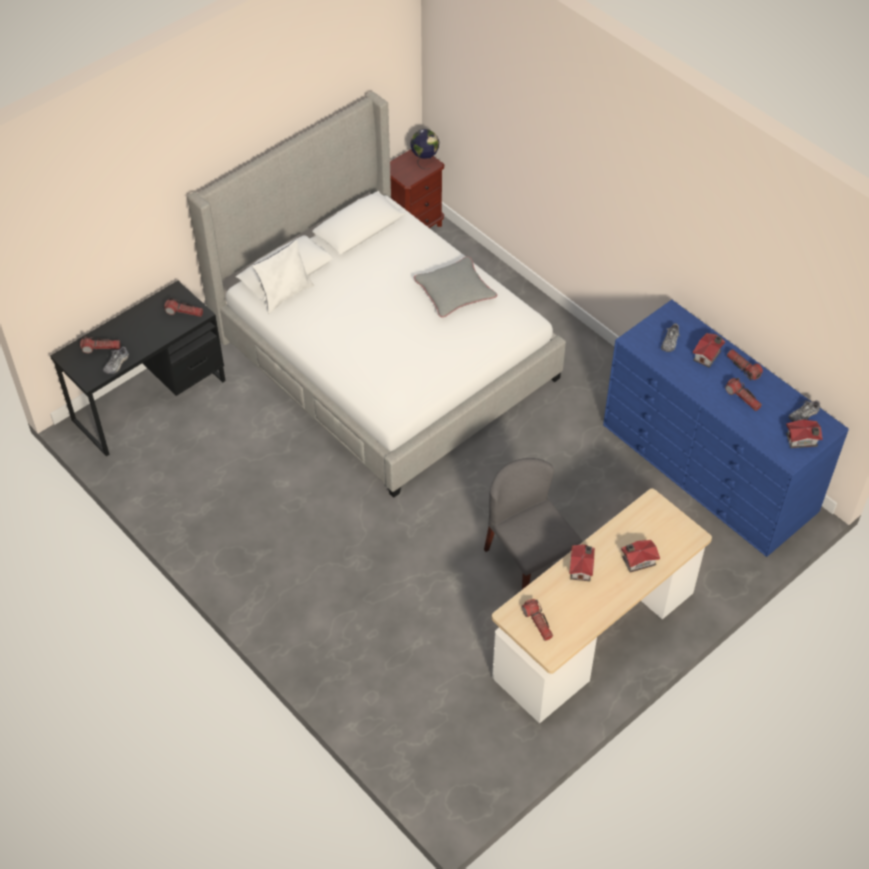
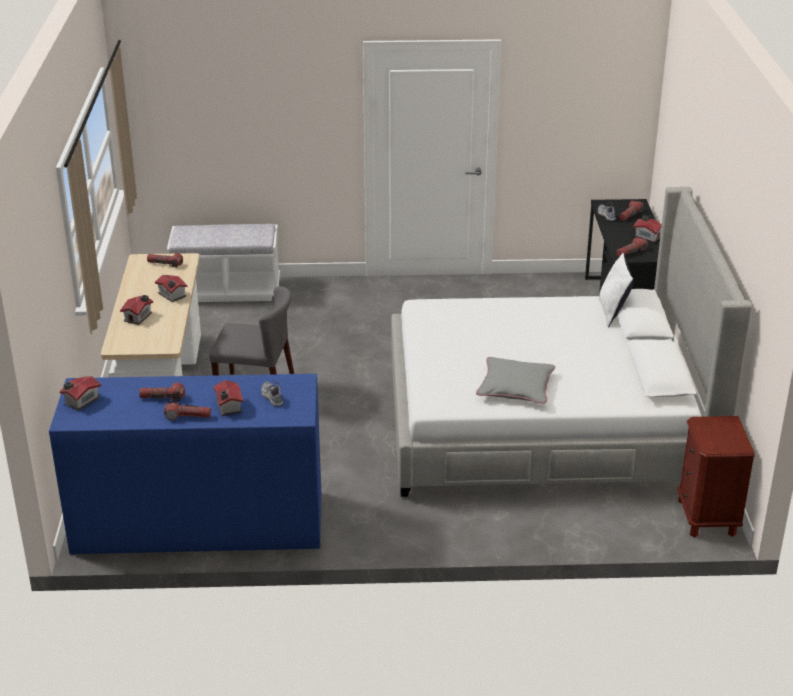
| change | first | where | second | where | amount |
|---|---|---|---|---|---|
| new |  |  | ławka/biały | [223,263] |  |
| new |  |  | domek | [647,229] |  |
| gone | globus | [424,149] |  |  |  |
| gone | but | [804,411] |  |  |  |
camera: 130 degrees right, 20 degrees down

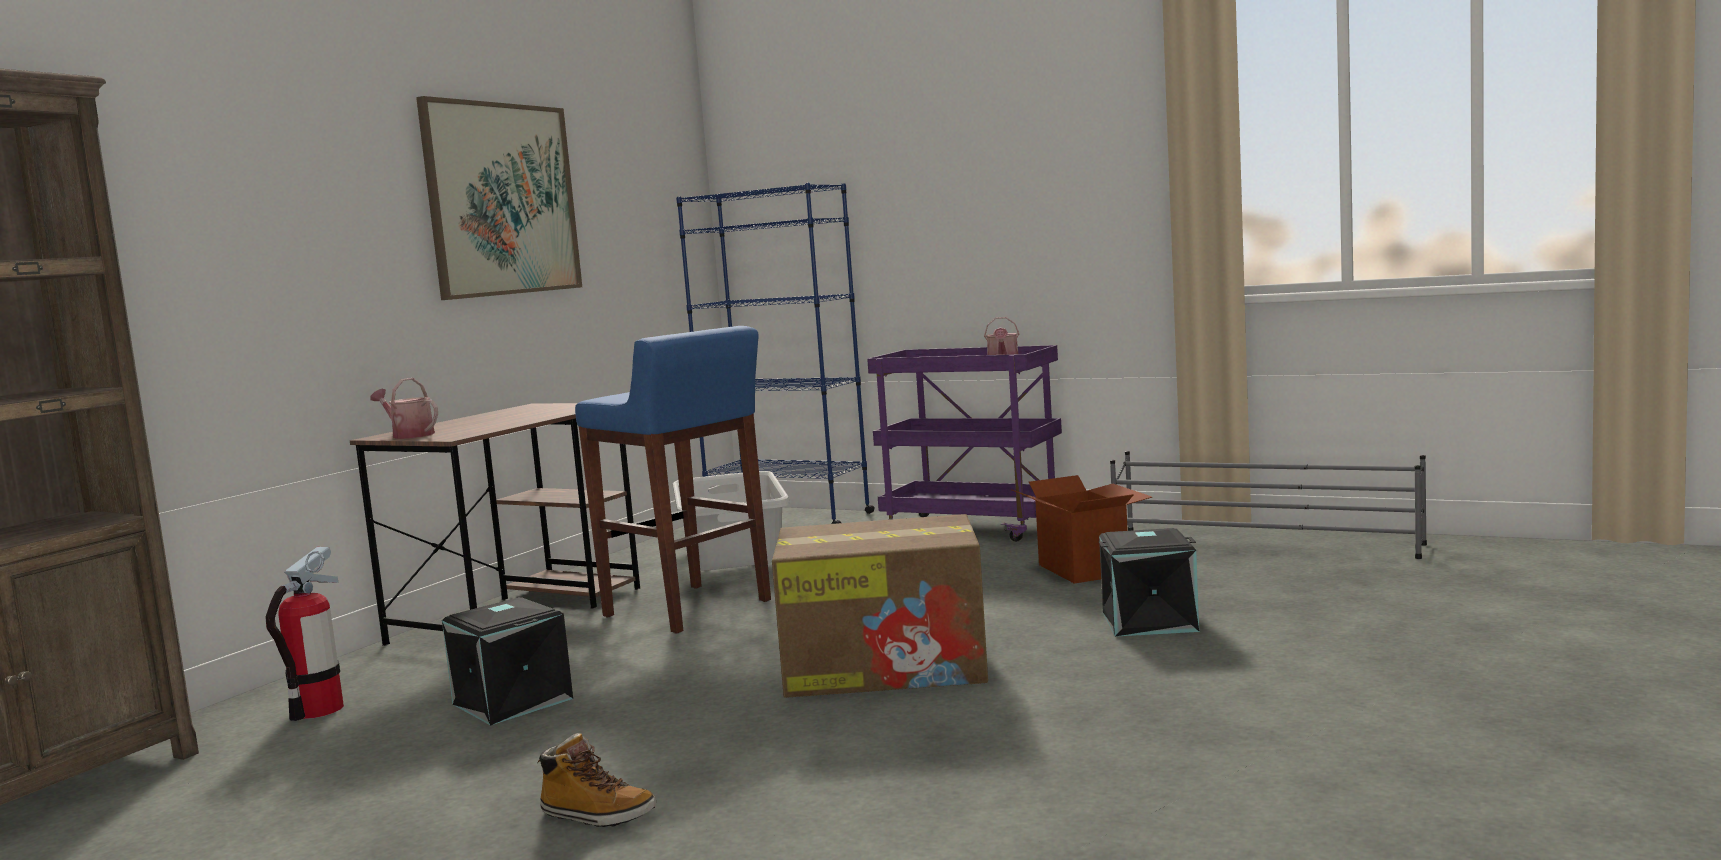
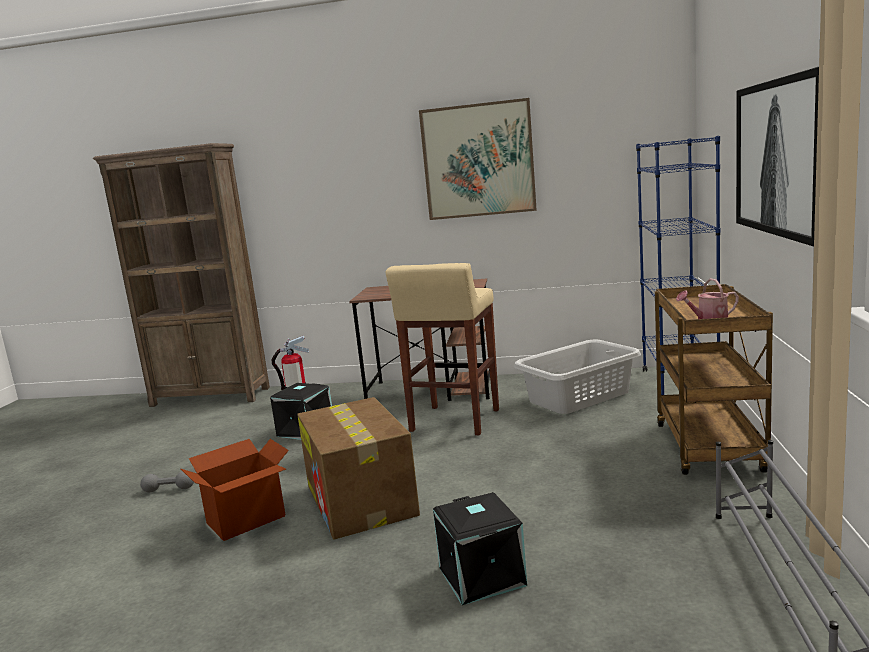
| change | first | where | second | where | amount |
|---|---|---|---|---|---|
| swapped | but z cholewką | [596,780] | hantel/szary | [167,481] |  |
| shifted | karton | [1081,529] |  | [234,490] |  |
| repainted | stołek/niebieski | [673,480] | stołek/beżowy | [442,349] |  |
| repainted | wózek/fioletowy | [964,443] | wózek/brązowy | [714,379] |  |
| new |  |  | obraz | [777,157] |  |
| gone | konewka | [404,408] |  |  |  |
camera: 70 degrees right, 5 degrees up

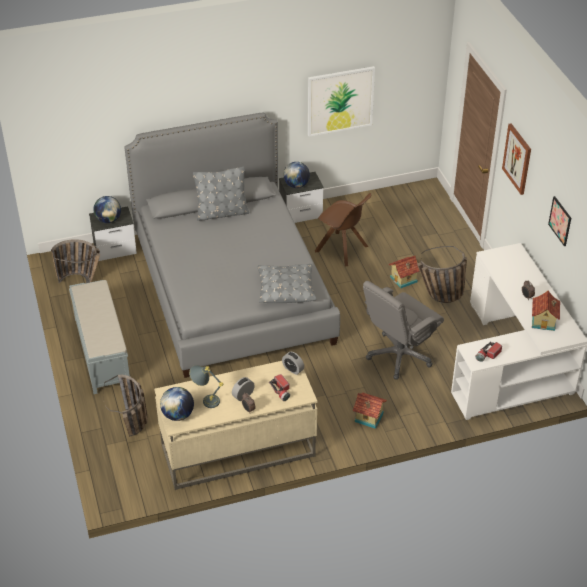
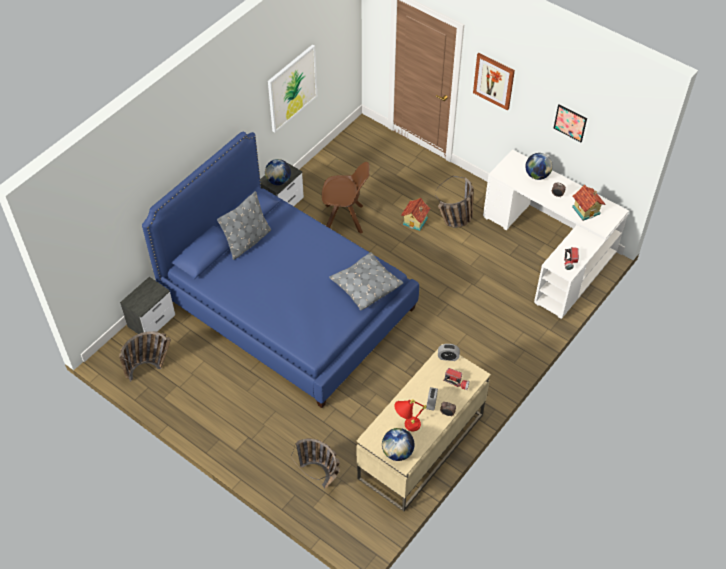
| change | first | where | second | where | amount |
|---|---|---|---|---|---|
| repainted | łóżko/szary | [232,245] | łóżko/niebieski | [280,270] |  |
| repainted | lampa stołowa/szary | [206,386] | lampa stołowa/czerwony | [410,415] |  |
| shifted | globus | [107,209] |  | [539,166] |  |
| gone | ławka/szary | [99,337] |  |  |  |
| gone | domek | [370,410] |  |  |  |
| gone | krzesło biurowe/szary | [403,330] |  |  |  |
camera: 35 degrees left, 10 degrees up

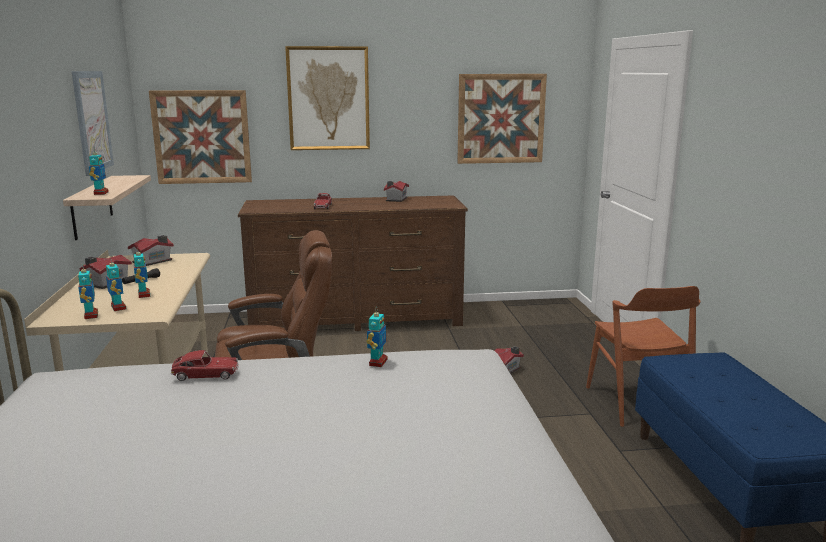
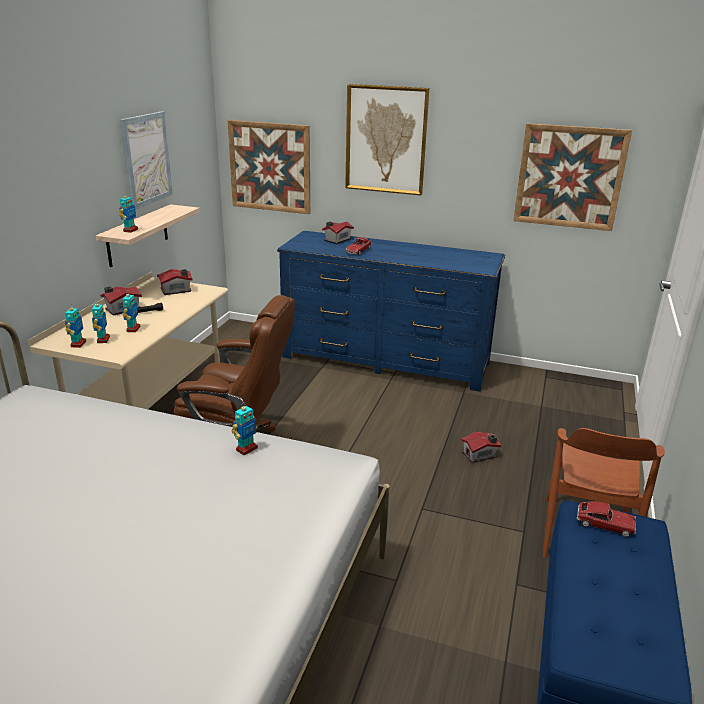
| change | first | where | second | where | amount |
|---|---|---|---|---|---|
| repainted | komoda/brązowy | [353,263] | komoda/niebieski | [391,311] |  |
| shifted | domek | [396,191] |  | [338,232] |  |
| shifted | samochodzik | [205,365] |  | [606,519] |  |
camera: 25 degrees right, 10 degrees up

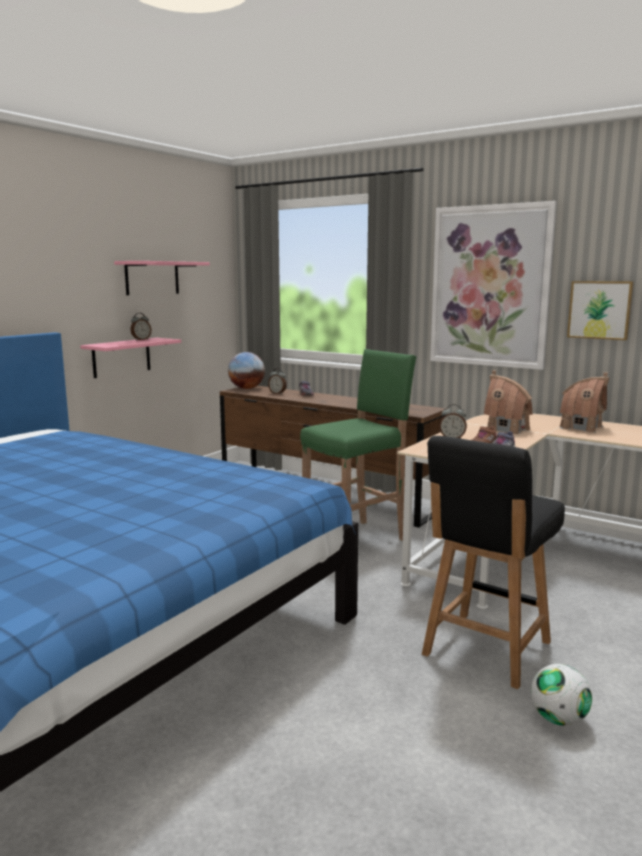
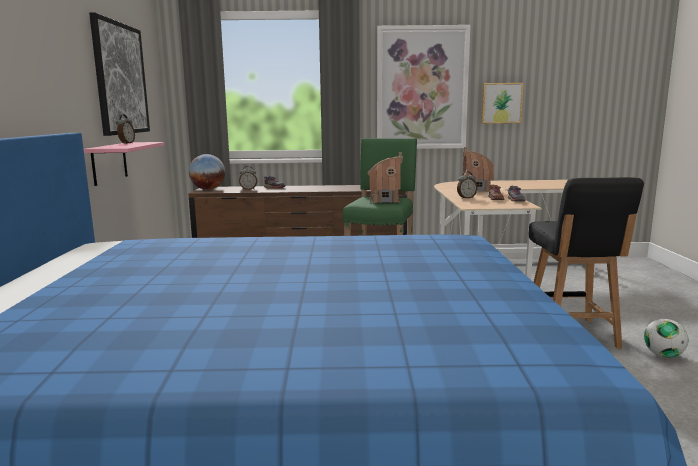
| change | first | where | second | where | amount |
|---|---|---|---|---|---|
| swapped | półka/różowy | [162,278] | obraz | [119,74] |  |
| shifted | domek | [585,402] |  | [385,177] |  |
camera: 35 degrees left, 0 degrees up

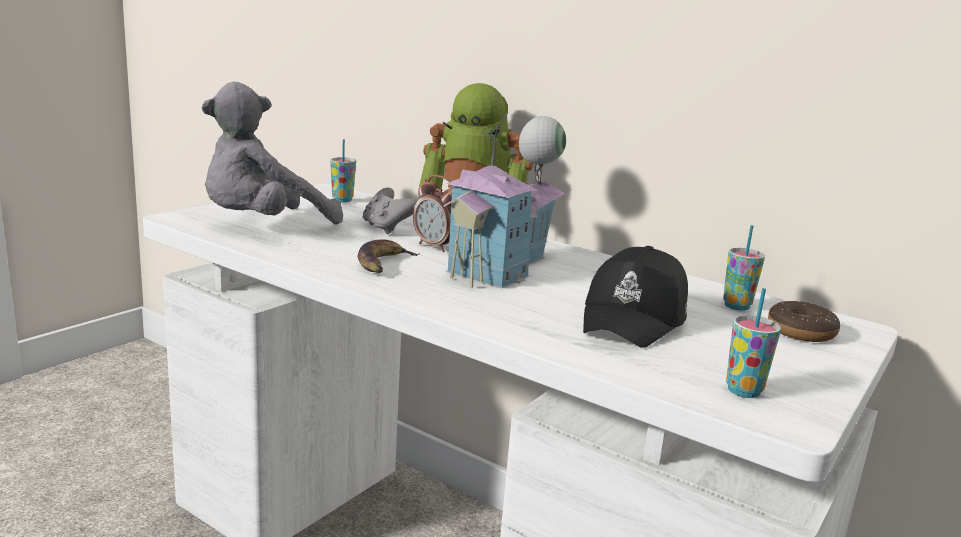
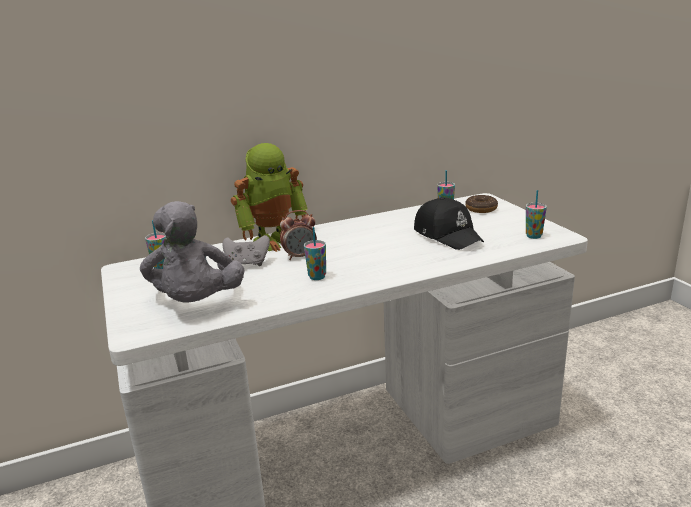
| change | first | where | second | where | amount |
|---|---|---|---|---|---|
| swapped | banan | [389,256] | filiżanka | [315,253] |  |
| gone | domek | [504,200] |  |  |  |
camera: 55 degrees left, 5 degrees up

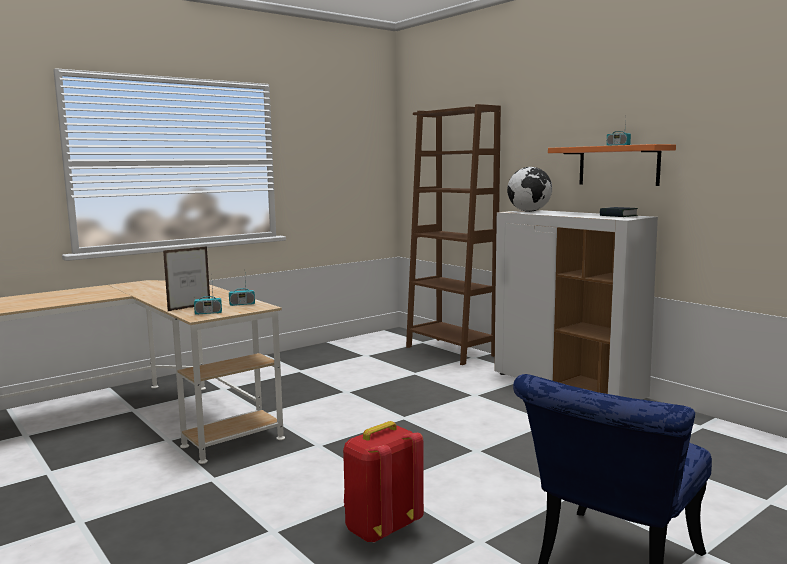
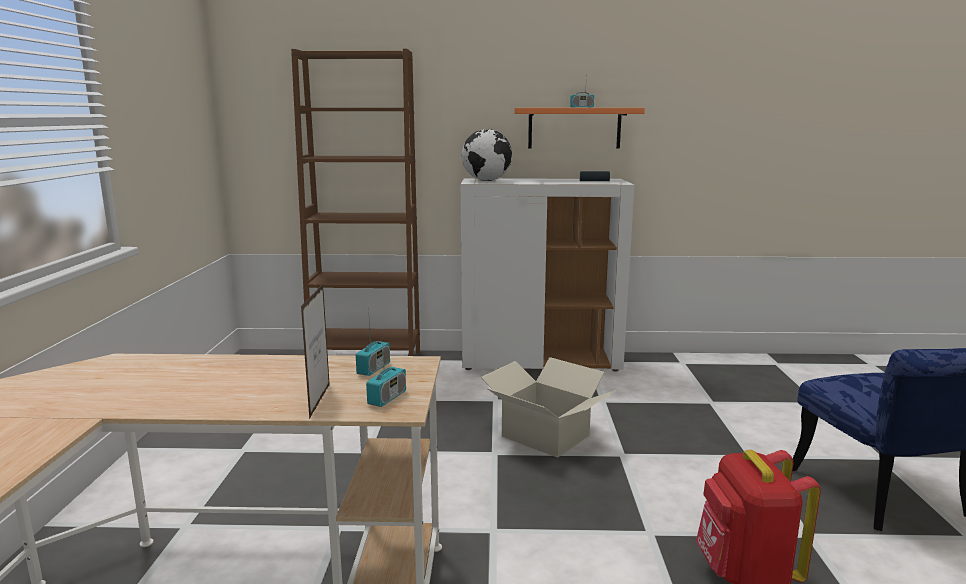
| change | first | where | second | where | amount |
|---|---|---|---|---|---|
| new |  |  | karton | [549,407] |  |
camera: 50 degrees left, 5 degrees up

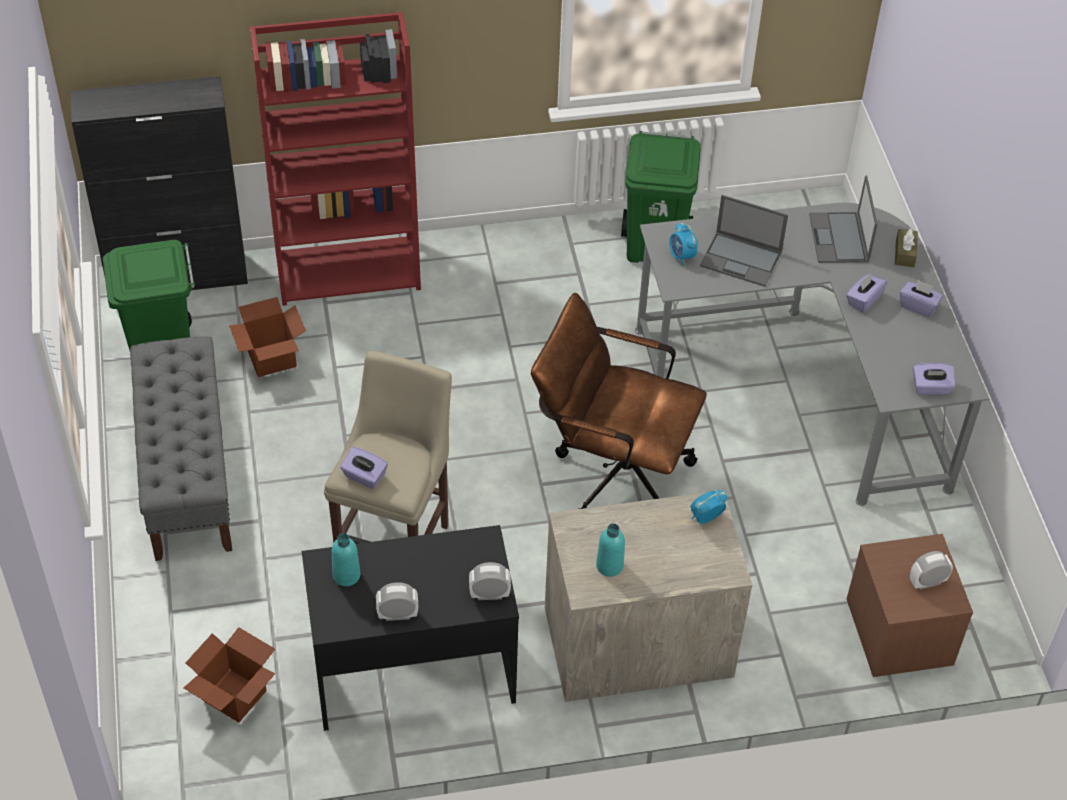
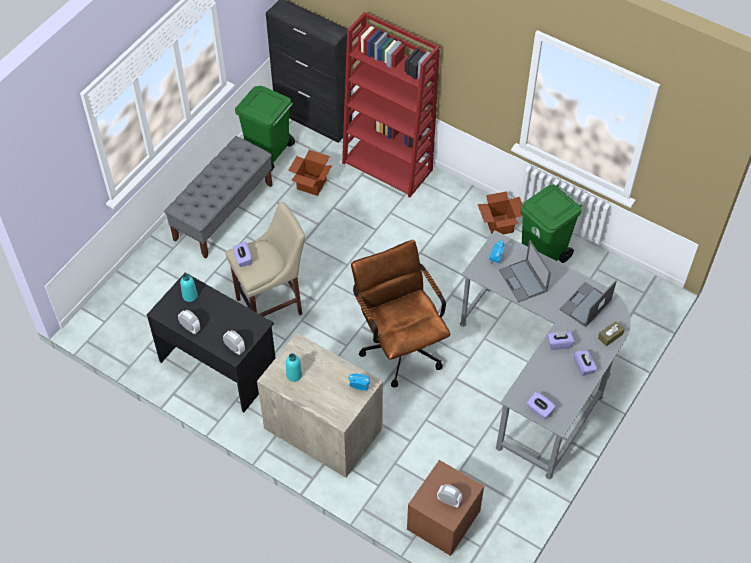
| change | first | where | second | where | amount |
|---|---|---|---|---|---|
| shifted | karton | [229,675] |  | [500,212] |  |
camera: 45 degrees right, 5 degrees up

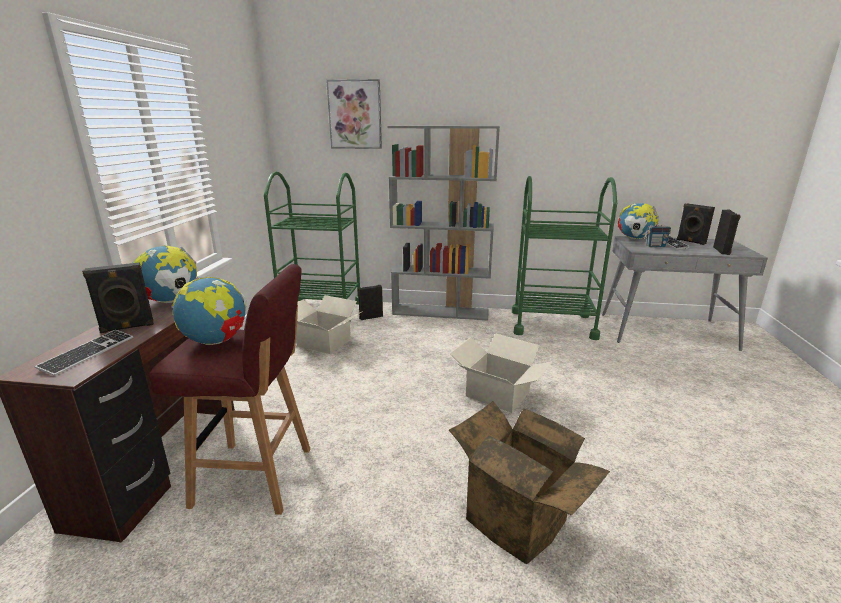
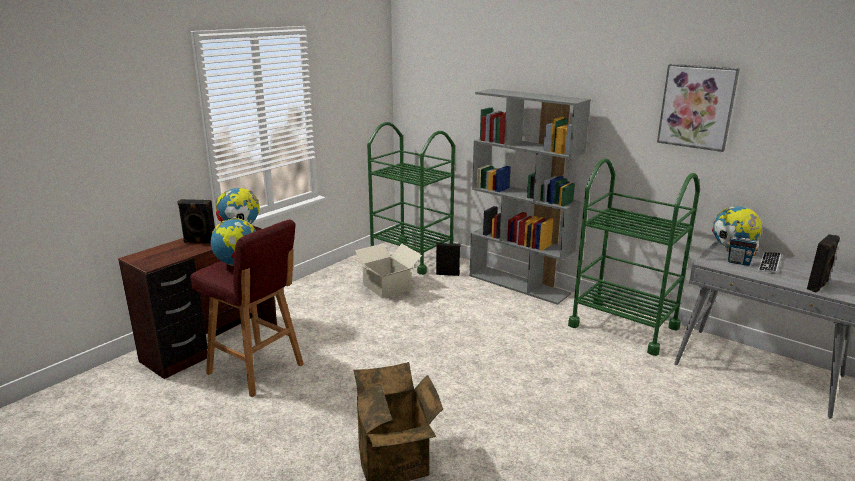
| change | first | where | second | where | amount |
|---|---|---|---|---|---|
| shifted | obraz | [354,114] |  | [698,108] |  |
| gone | klawiatura | [83,353] |  |  |  |
| gone | karton | [501,373] |  |  |  |
| gone | głośnik/czarny | [696,224] |  |  |  |
camera: 30 degrees right, 0 degrees up

